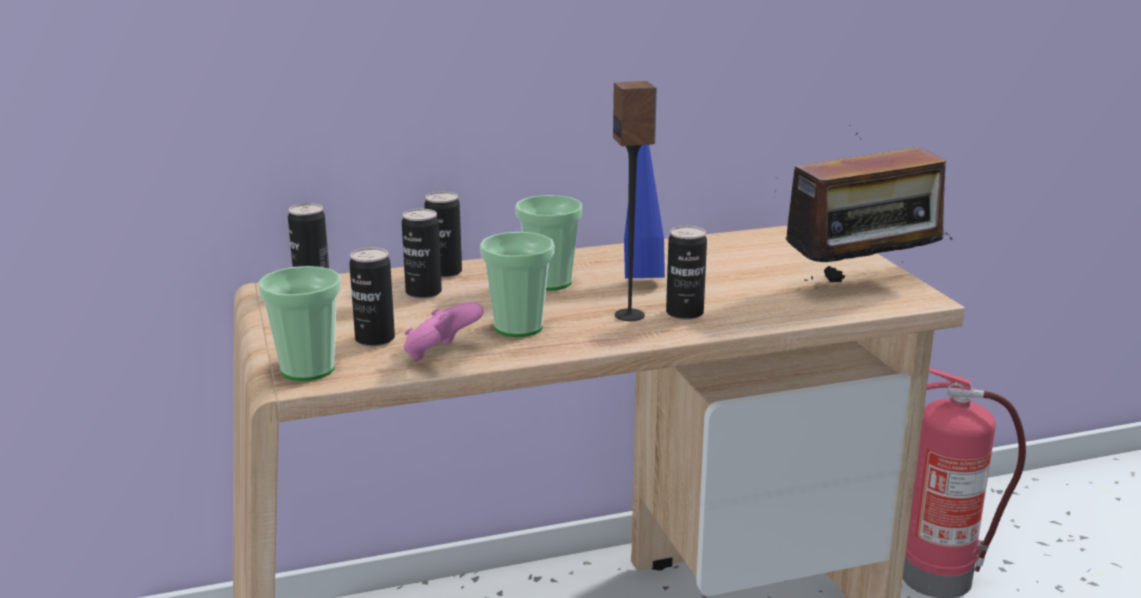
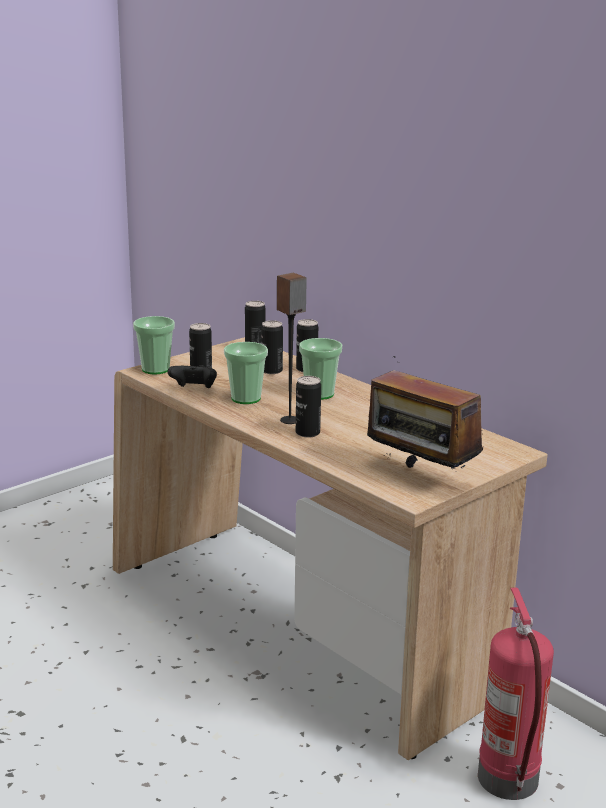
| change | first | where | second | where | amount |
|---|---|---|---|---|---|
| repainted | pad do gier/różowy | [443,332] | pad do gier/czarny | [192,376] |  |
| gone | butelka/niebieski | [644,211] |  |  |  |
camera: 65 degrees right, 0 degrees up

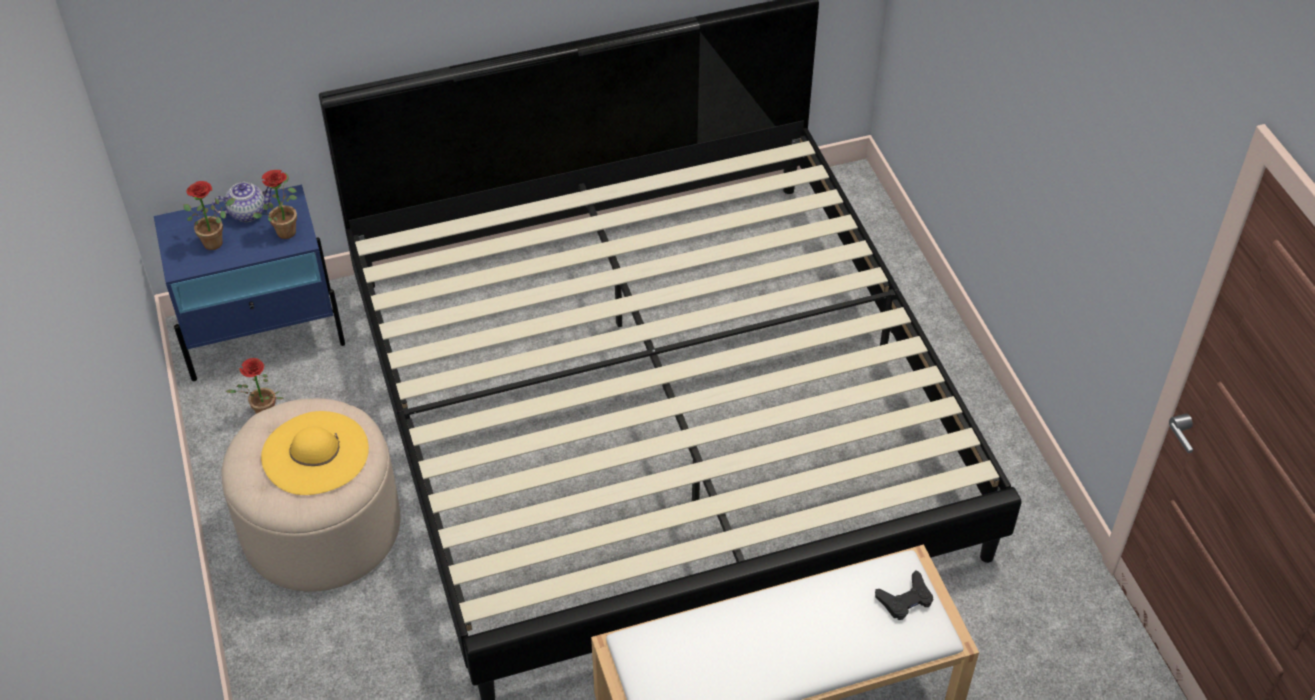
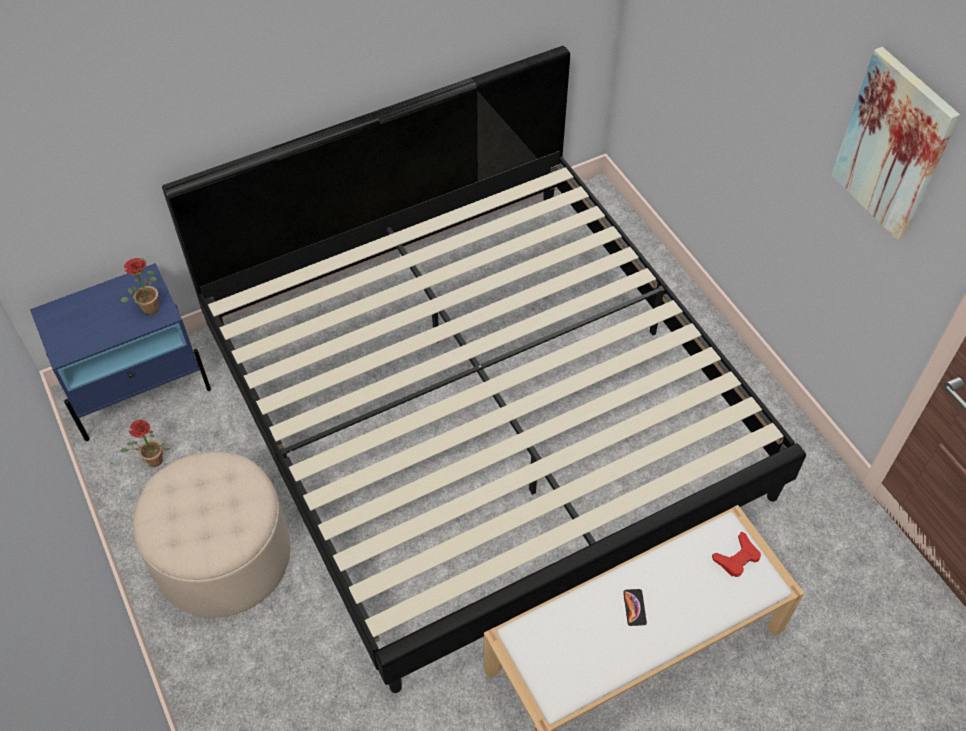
| change | first | where | second | where | amount |
|---|---|---|---|---|---|
| new |  |  | telefon | [635,607] |  |
| repainted | pad do gier/czarny | [904,595] | pad do gier/czerwony | [736,554] |  |
| new |  |  | obraz | [895,144] |  |
| gone | roślina doniczkowa | [209,215] |  |  |  |
| gone | imbryk | [242,202] |  |  |  |
| gone | kapelusz/żółty | [315,453] |  |  |  |
camera: 10 degrees left, 5 degrees up

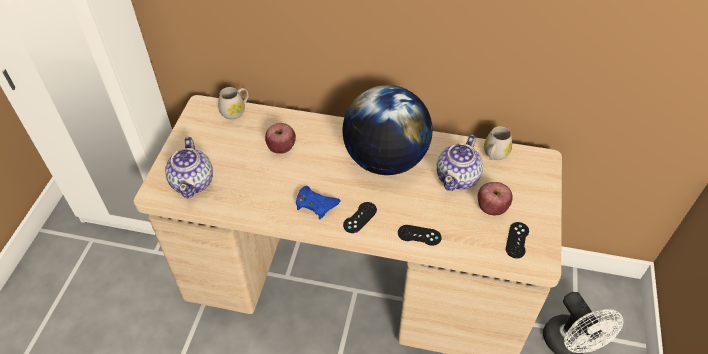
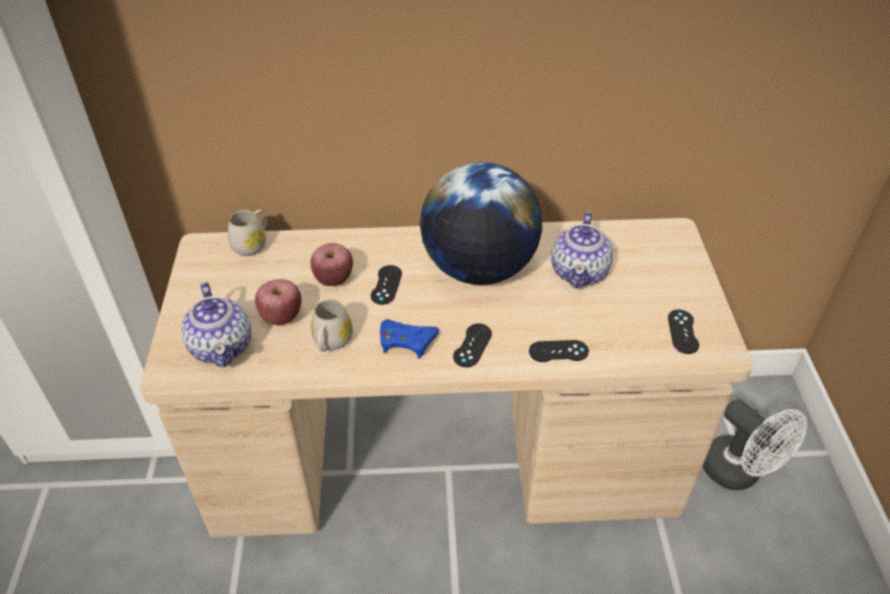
| change | first | where | second | where | amount |
|---|---|---|---|---|---|
| shifted | jabłko | [495,198] |  | [278,302] |  |
| shifted | kubek/biały | [498,143] |  | [332,325] |  |
| new |  |  | pad do gier/czarny | [386,285] |  |
camera: 15 degrees left, 5 degrees down

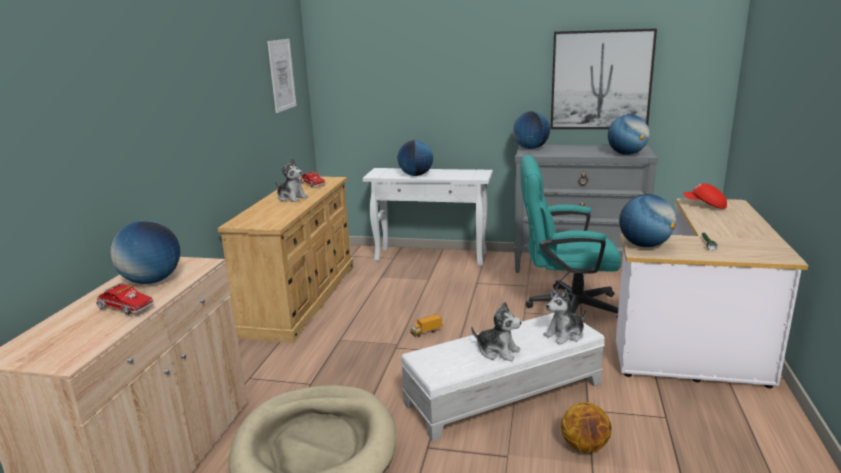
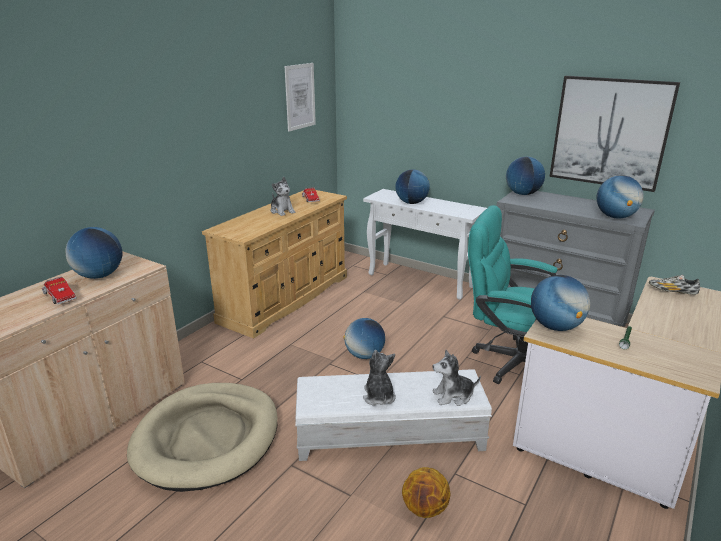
| change | first | where | second | where | amount |
|---|---|---|---|---|---|
| swapped | ciężarówka zabawkowa | [426,325] | globus | [364,338] |  |
| rotated | pluszak | [496,331] |  | [379,378] | 150 degrees counterclockwise |
| swapped | czapka z daszkiem/czerwony | [705,196] | but | [674,284] |  |
camera: 20 degrees right, 5 degrees up

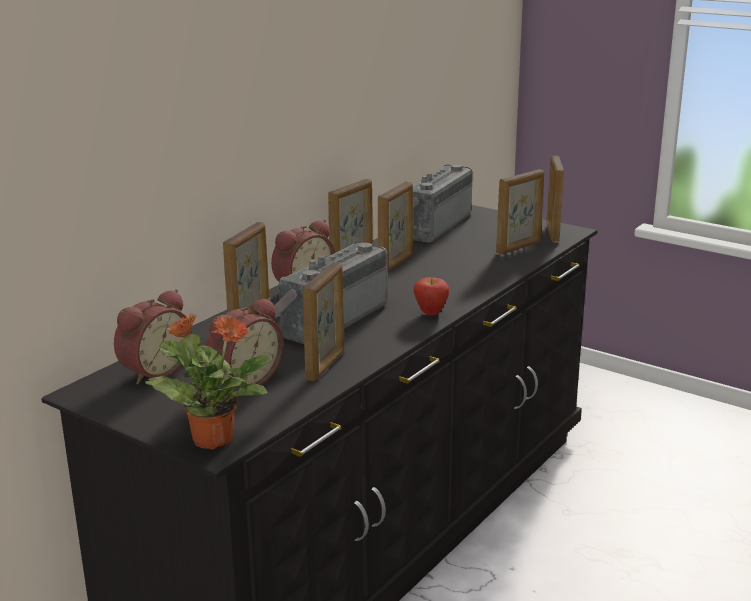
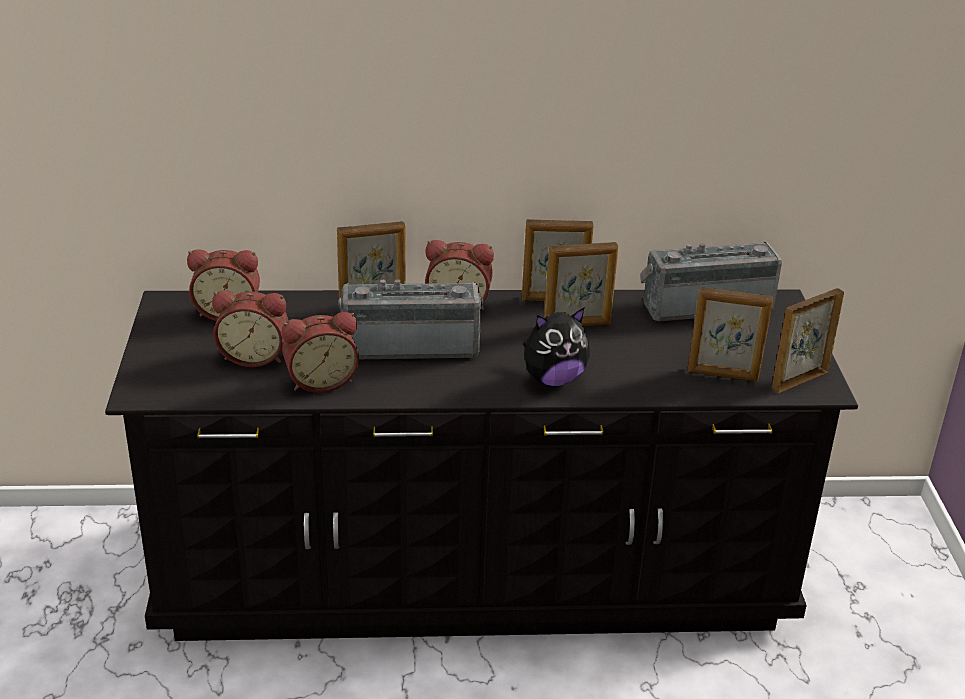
| change | first | where | second | where | amount |
|---|---|---|---|---|---|
| swapped | ramka na zdjęcie | [323,322] | budzik | [320,352] |  |
| new |  |  | pluszak | [556,347] |  |
| gone | roślina doniczkowa | [208,382] |  |  |  |
| gone | jabłko | [431,296] |  |  |  |
camera: 50 degrees right, 10 degrees up

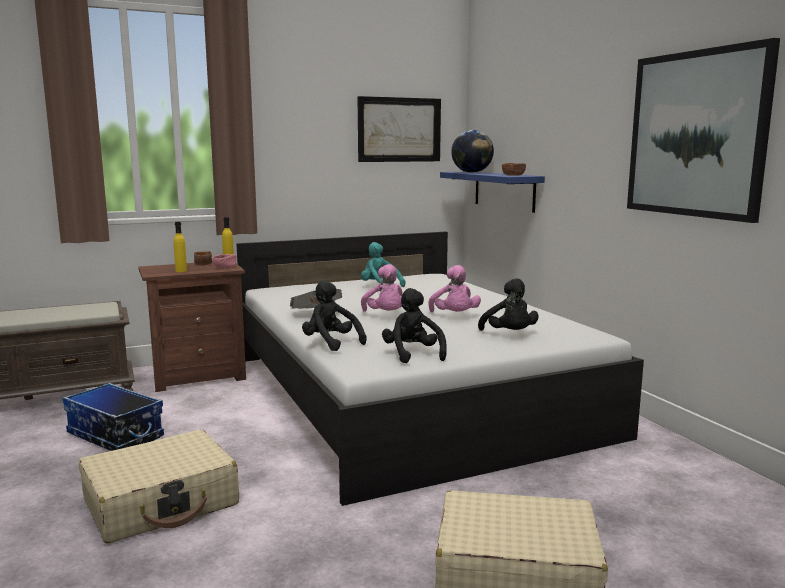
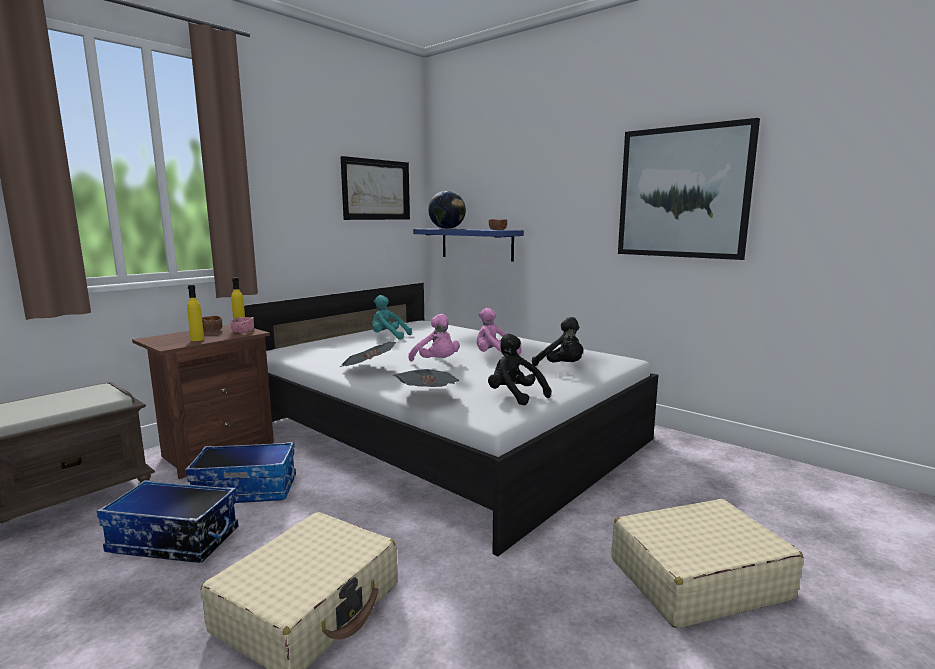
| change | first | where | second | where | amount |
|---|---|---|---|---|---|
| new |  |  | pojemnik do przechowywania | [240,472] |  |
| swapped | pluszak/czarny | [334,315] | gazeta | [426,378] |  |
| rotated | pluszak/różowy | [454,288] |  | [499,331] | 150 degrees clockwise |
camera: 25 degrees left, 0 degrees up

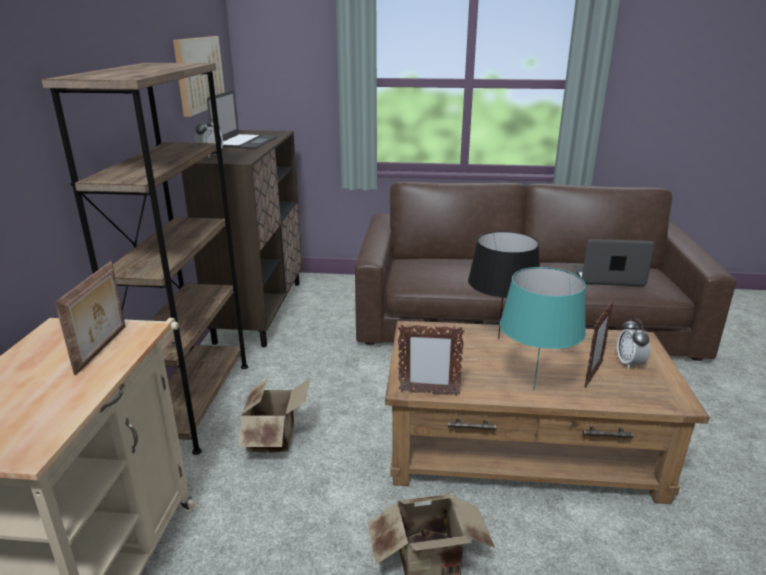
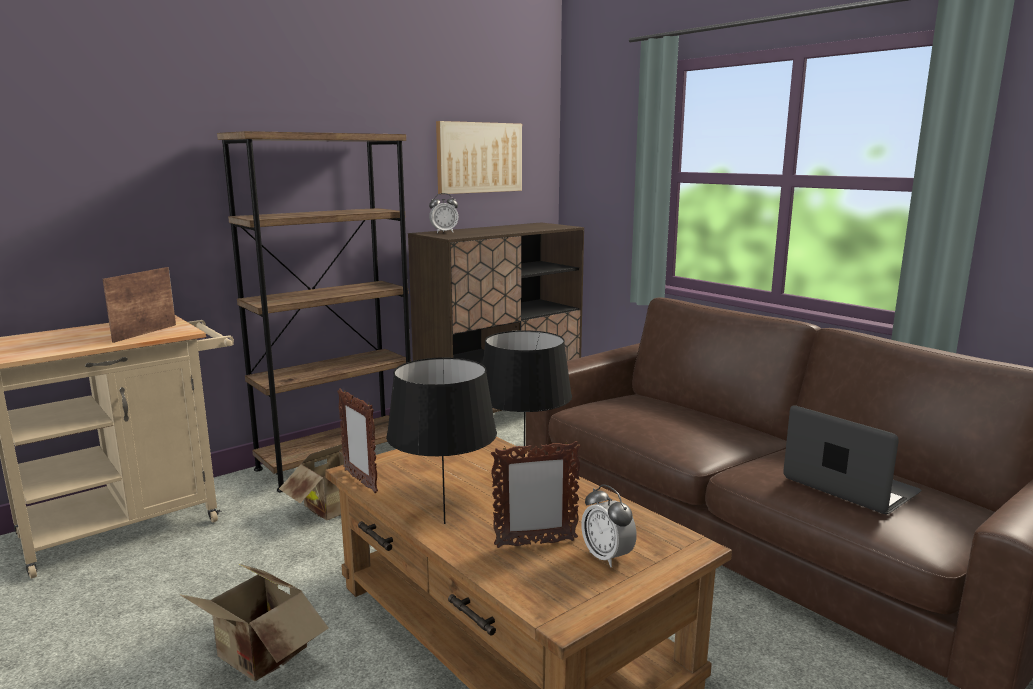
| change | first | where | second | where | amount |
|---|---|---|---|---|---|
| rotated | ramka na zdjęcie | [90,318] |  | [139,305] | 150 degrees clockwise |
| repainted | lampa stołowa/turkusowy | [543,329] | lampa stołowa/czarny | [441,440] |  |
| rotated | budzik | [634,343] |  | [609,525] | 75 degrees counterclockwise |
| gone | laptop | [242,119] |  |  |  |
camera: 45 degrees right, 10 degrees down

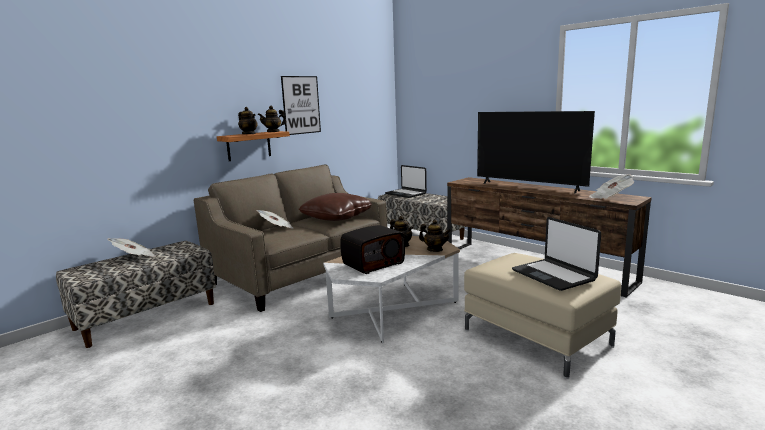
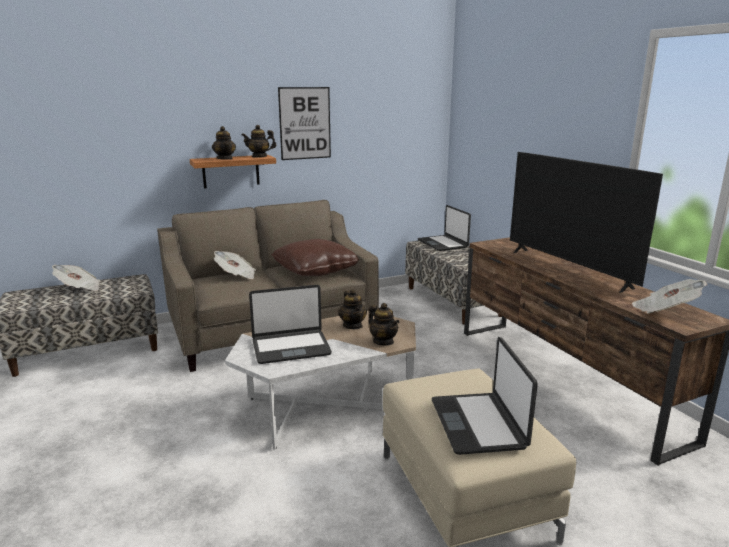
| change | first | where | second | where | amount |
|---|---|---|---|---|---|
| swapped | radio | [372,249] | laptop | [290,324] |  |
camera: 20 degrees right, 5 degrees up

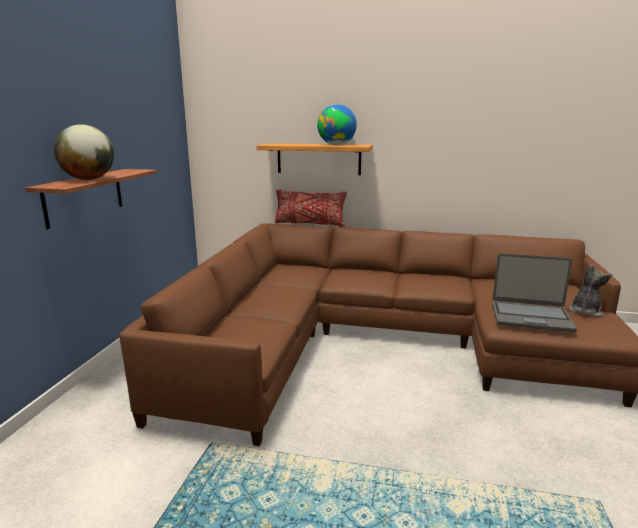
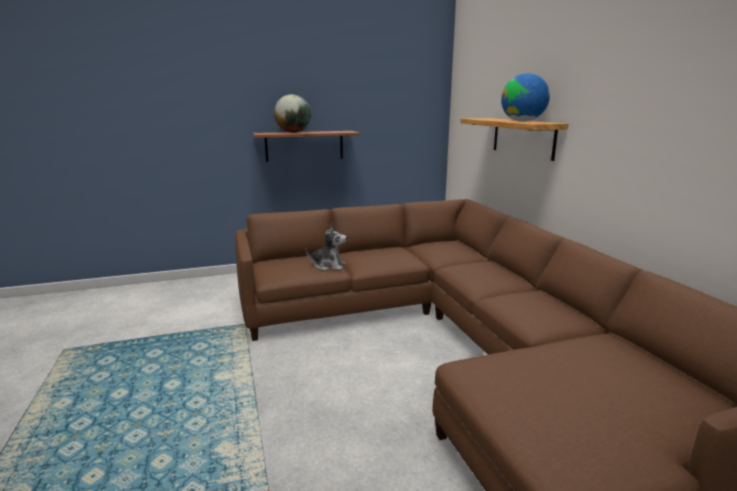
| change | first | where | second | where | amount |
|---|---|---|---|---|---|
| shifted | pluszak | [590,290] |  | [326,247] |  |
| gone | poduszka/czerwony | [310,208] |  |  |  |
| gone | laptop | [534,292] |  |  |  |
camera: 60 degrees right, 0 degrees up

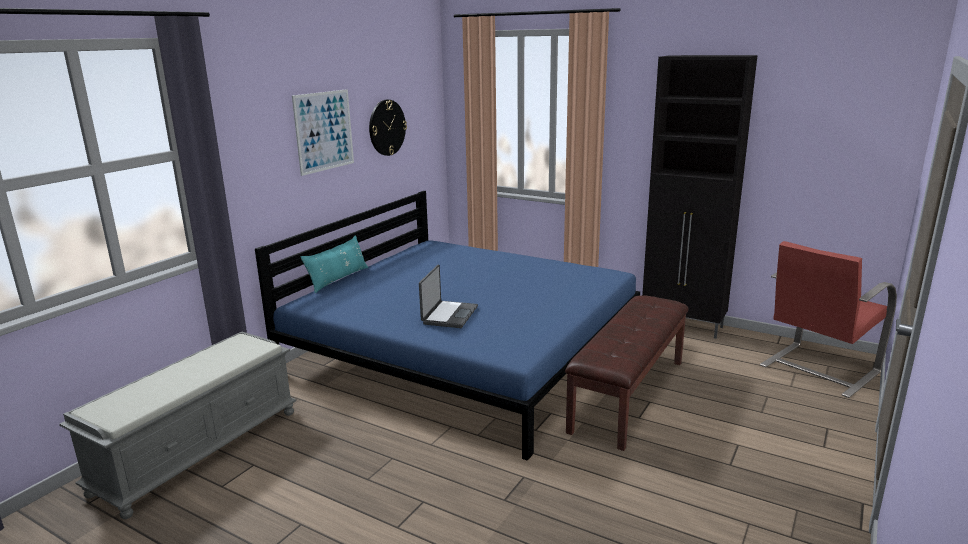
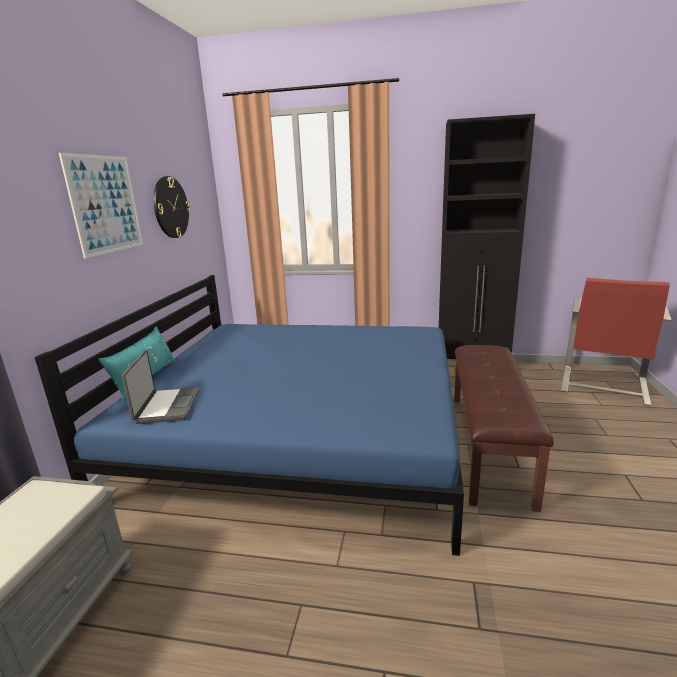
| change | first | where | second | where | amount |
|---|---|---|---|---|---|
| shifted | laptop | [448,296] |  | [161,387] |  |
camera: 20 degrees left, 0 degrees up

